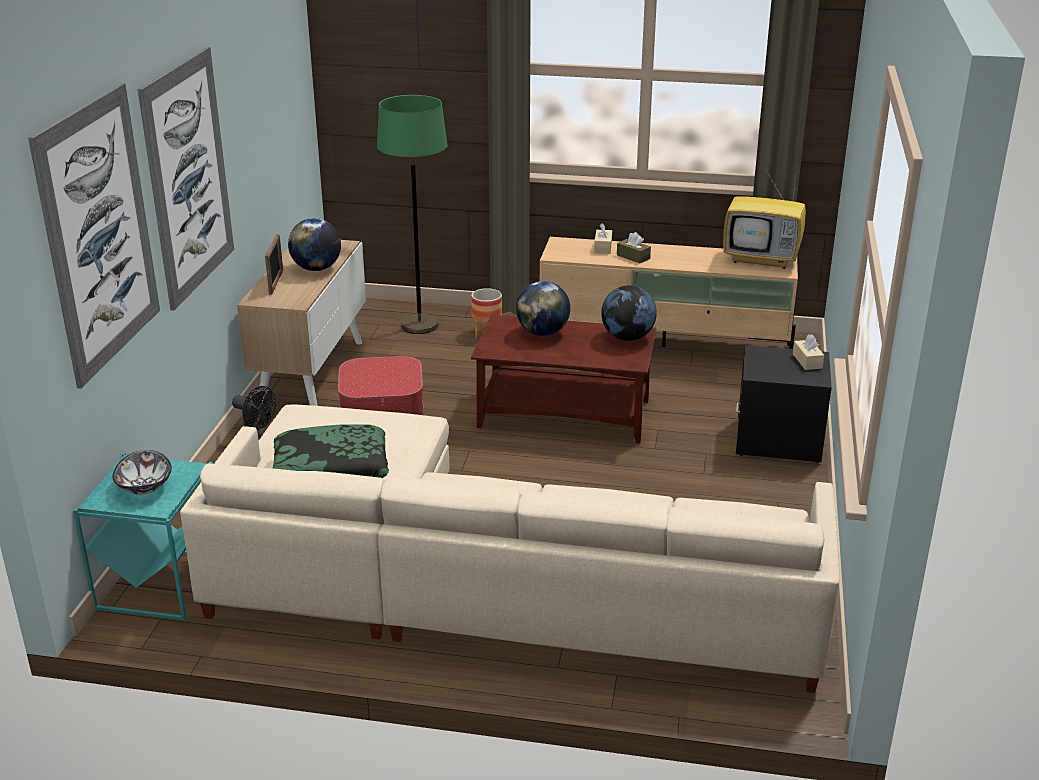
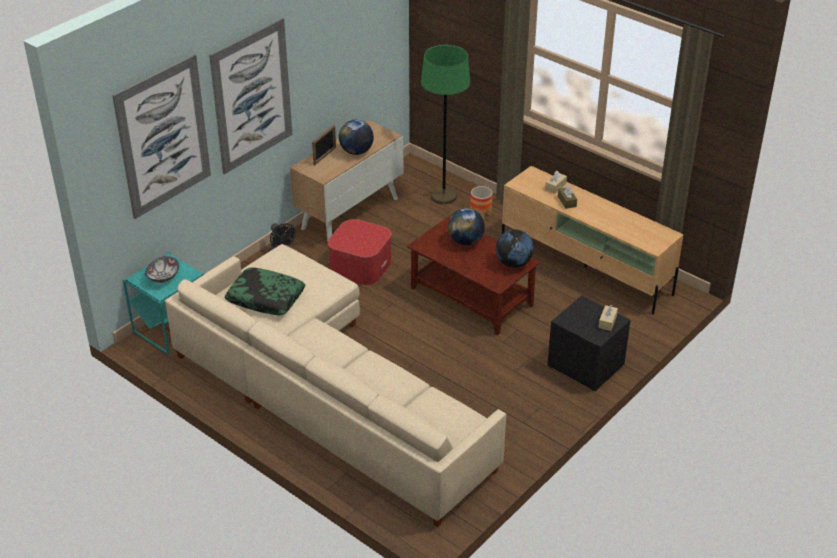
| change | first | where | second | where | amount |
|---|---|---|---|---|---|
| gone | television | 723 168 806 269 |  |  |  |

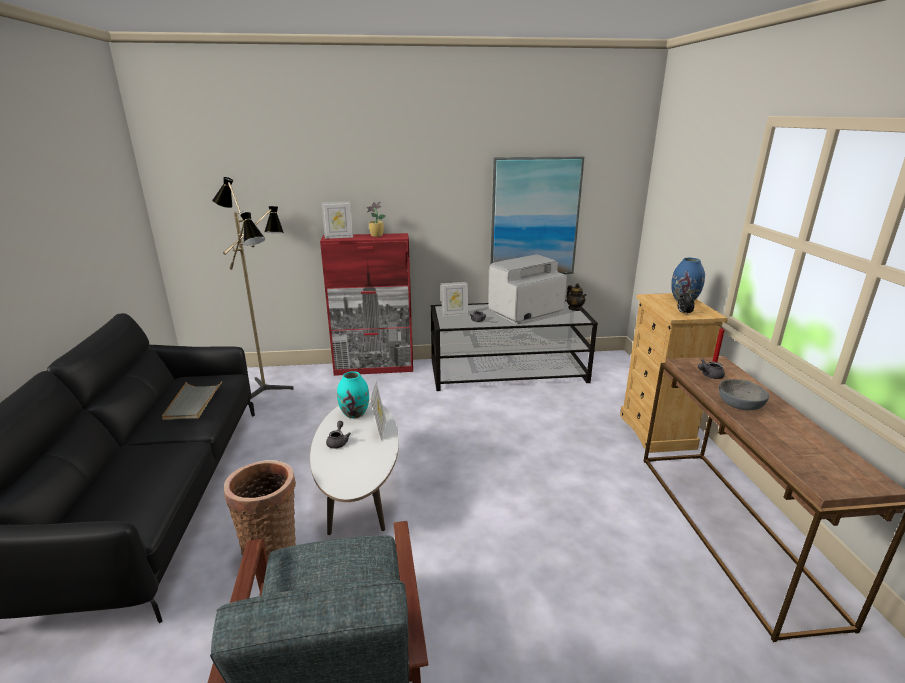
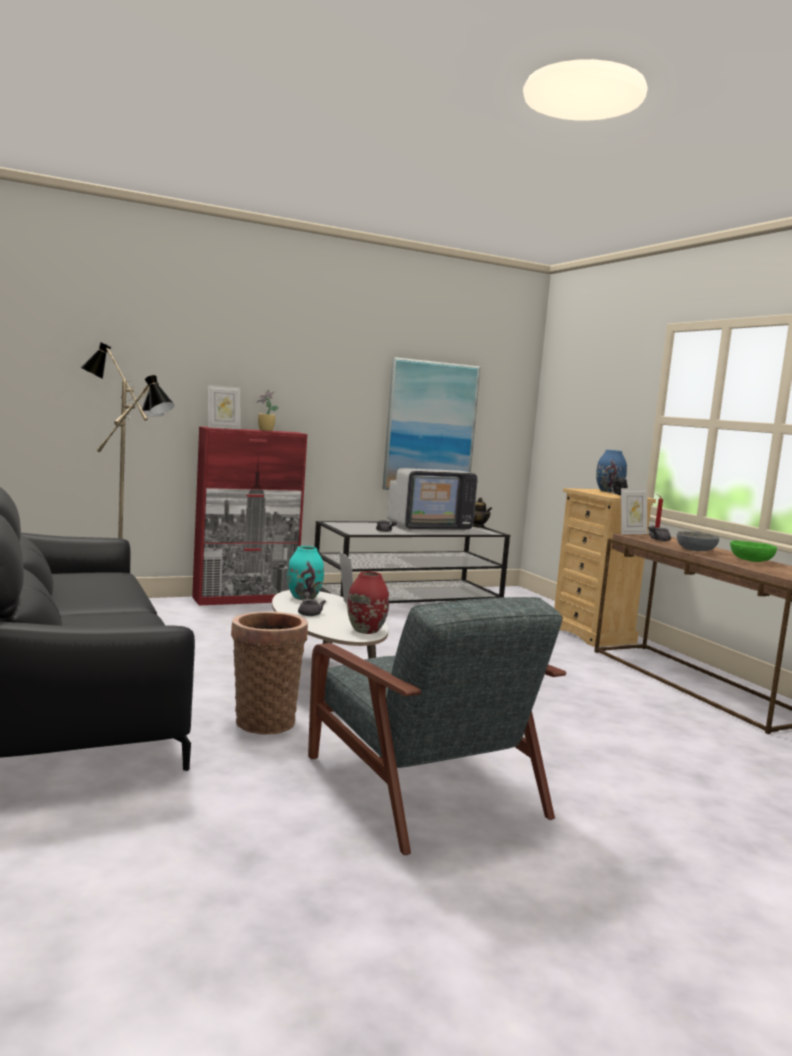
| change | first | where | second | where | amount |
|---|---|---|---|---|---|
| rotated | television | 488 255 567 324 |  | 387 468 478 532 | 150 degrees counterclockwise |
| shifted | photo frame | 441 282 468 317 |  | 621 488 647 535 |  |
| gone | carrying tray/grey | 162 381 222 420 |  |  |  |
| new |  |  | deep dish/greenish | 730 541 777 562 |  |
| new |  |  | vase/reddish | 347 571 389 634 |  |

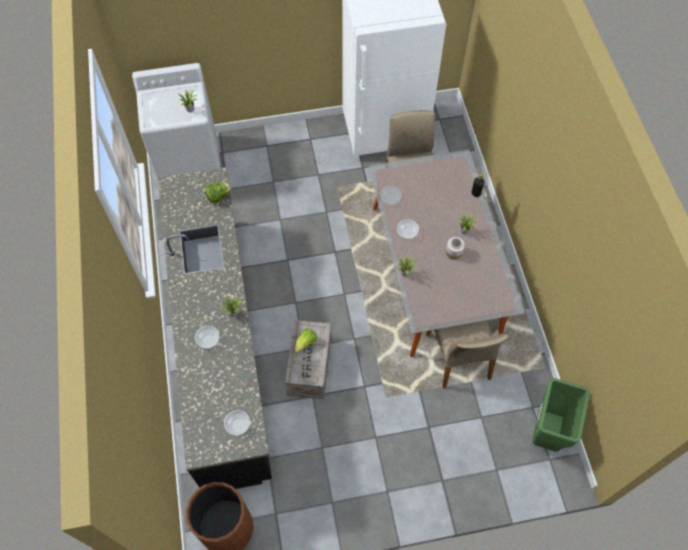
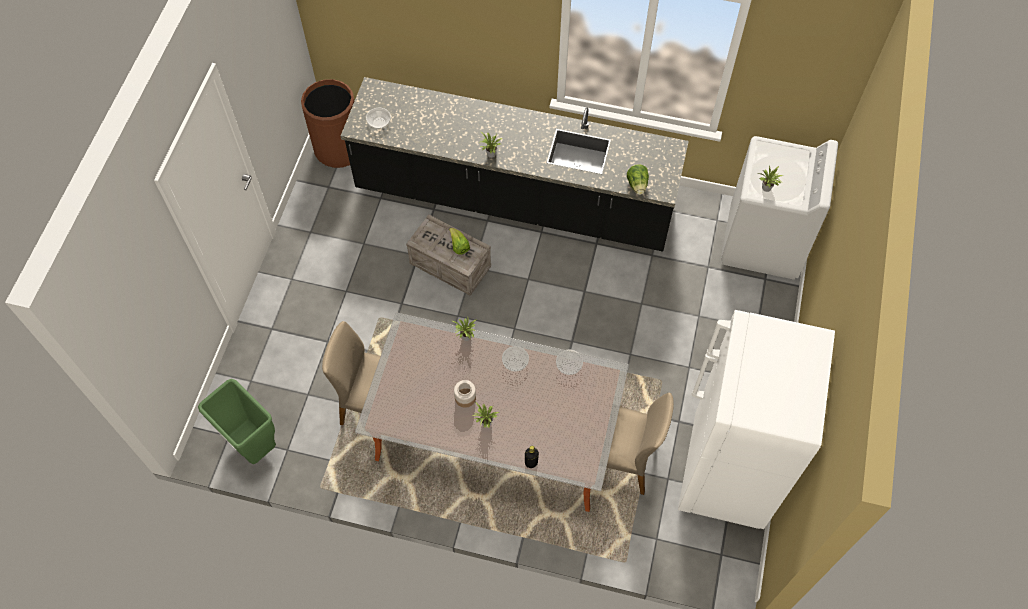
| change | first | where | second | where | amount |
|---|---|---|---|---|---|
| gone | deep dish | 195 326 219 349 |  |  |  |

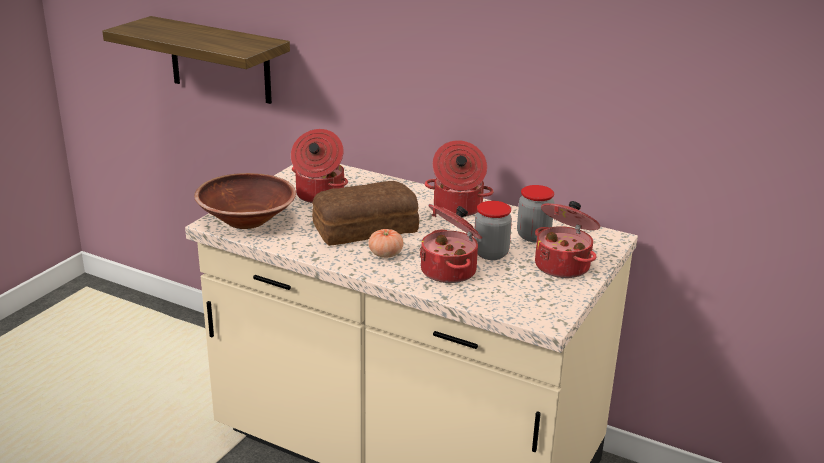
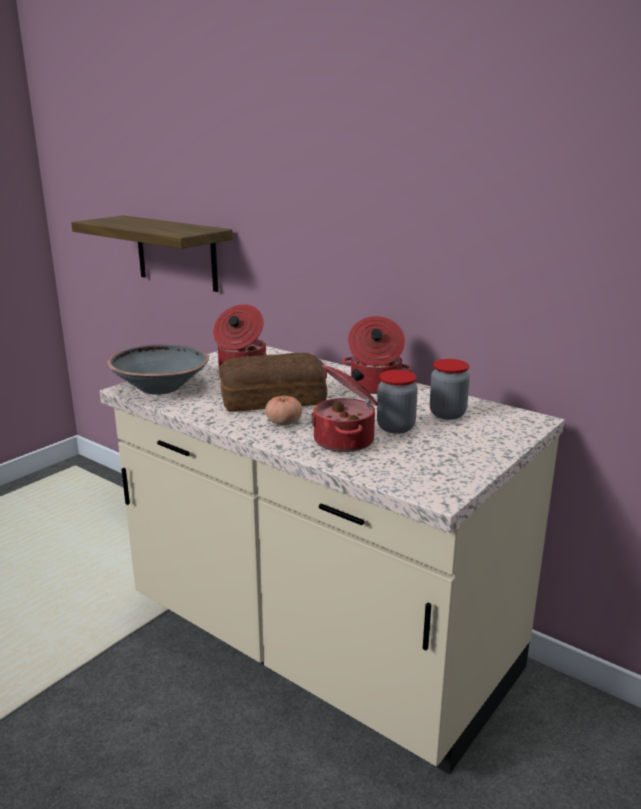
| change | first | where | second | where | amount |
|---|---|---|---|---|---|
| repainted | deep dish/brownish | 194 173 296 229 | deep dish/grey | 107 344 209 395 |  |
| gone | cooking pot | 535 201 600 278 |  |  |  |

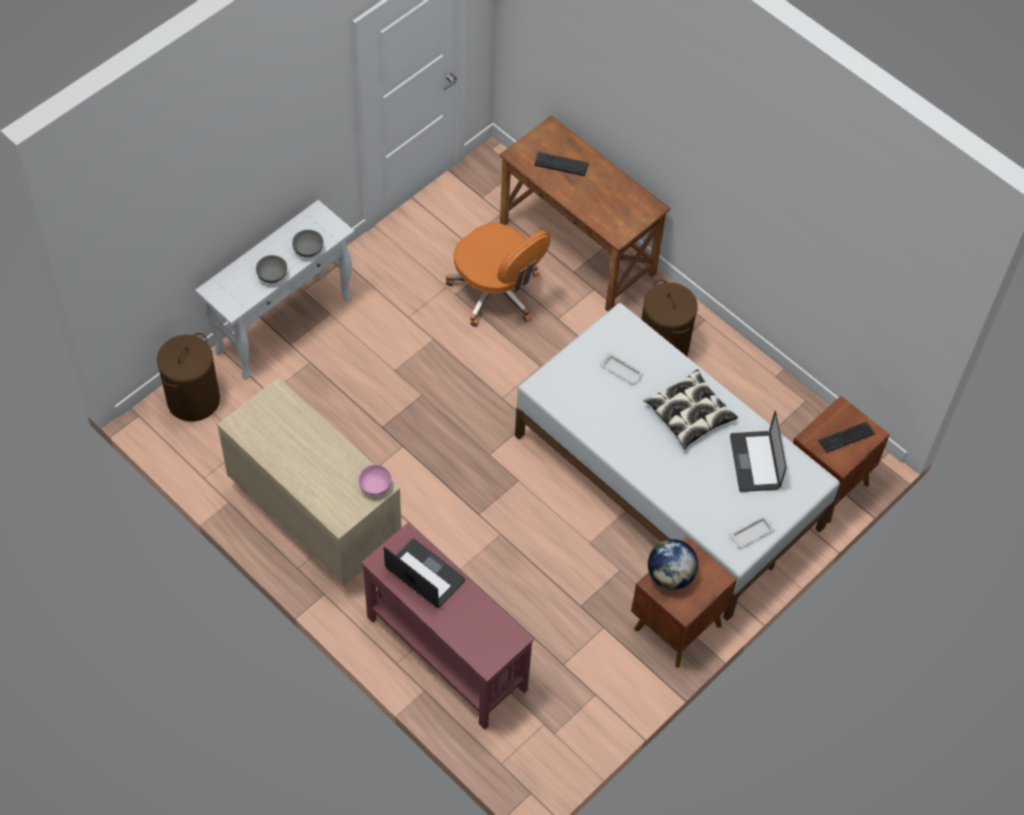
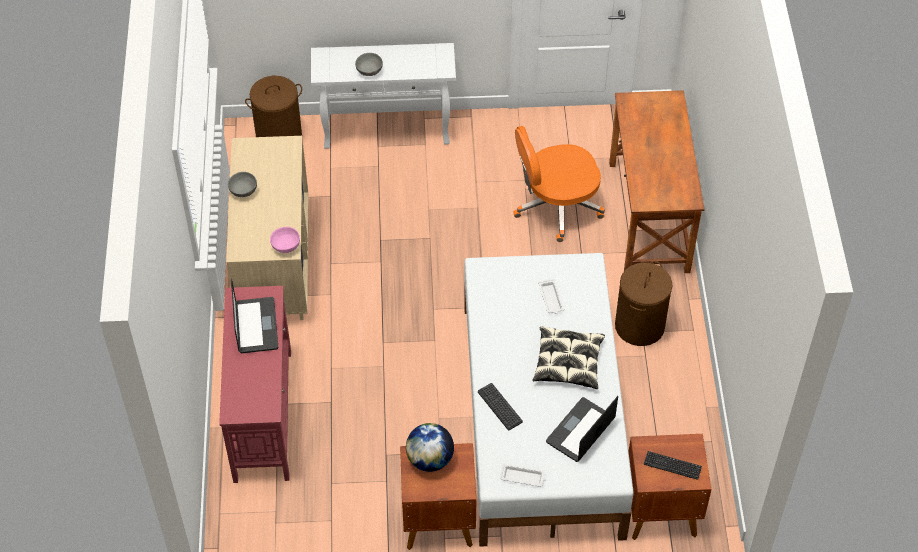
| change | first | where | second | where | amount |
|---|---|---|---|---|---|
| shifted | keyboard | 534 152 589 176 |  | 478 383 523 431 |  |
| rotated | desk chair/orange-coloured | 446 223 551 327 |  | 514 126 605 242 | 75 degrees clockwise |
| shifted | deep dish/grey | 292 230 323 258 |  | 228 172 257 197 |  |

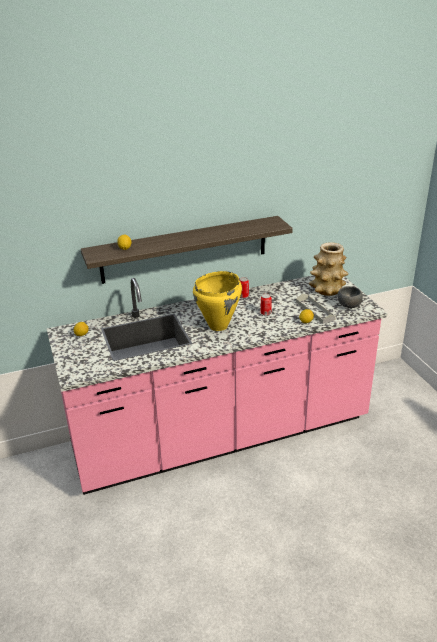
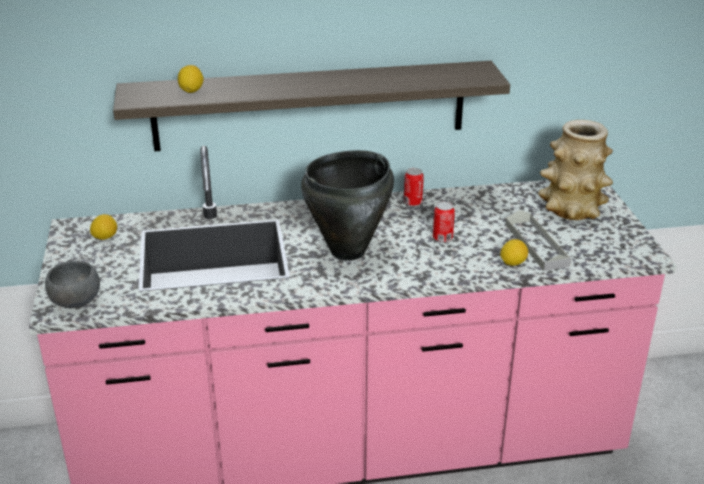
| change | first | where | second | where | amount |
|---|---|---|---|---|---|
| repainted | cooking pot/yellow | 193 271 242 331 | cooking pot/black | 301 150 394 260 |  |
| shifted | deep dish/grey | 337 286 363 308 |  | 45 261 100 308 |  |

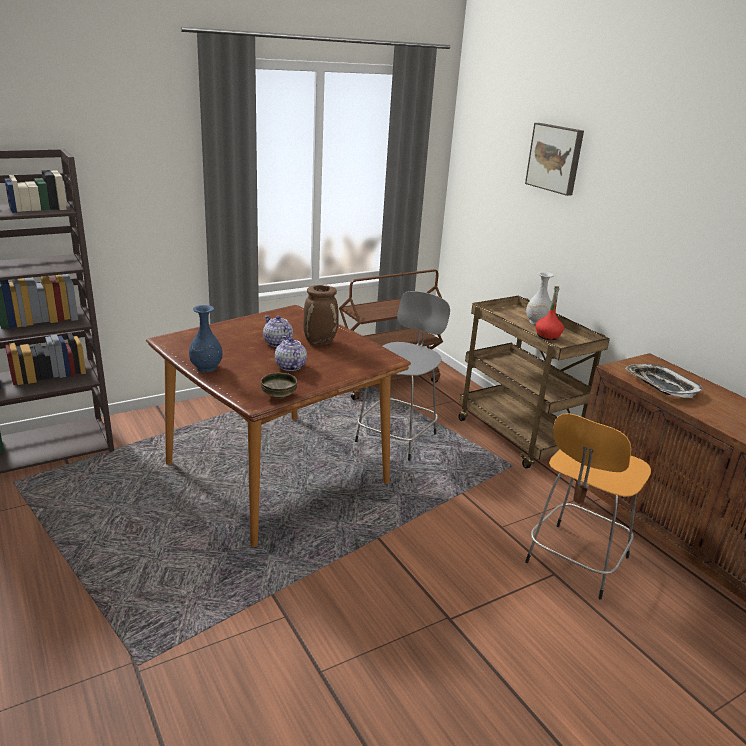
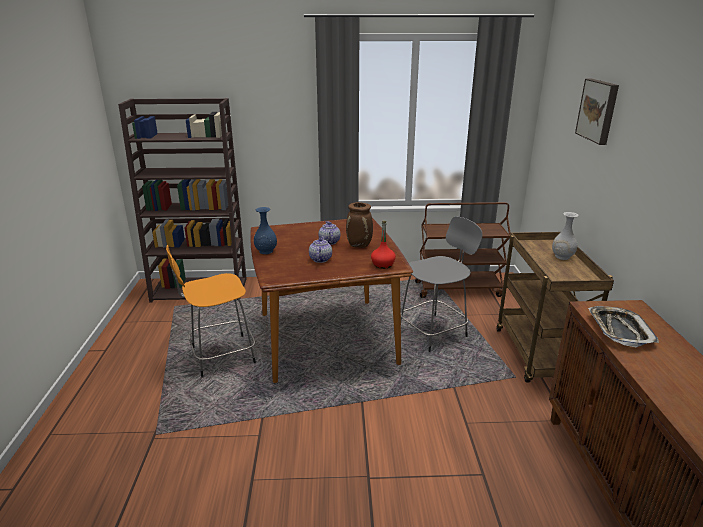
| change | first | where | second | where | amount |
|---|---|---|---|---|---|
| shifted | bottle/reddish | 536 286 564 340 |  | 371 221 396 269 |  |
| gone | deep dish | 261 373 297 399 |  |  |  |
| shifted | stool seat/orange-coloured | 525 413 651 600 |  | 166 245 256 377 |  |

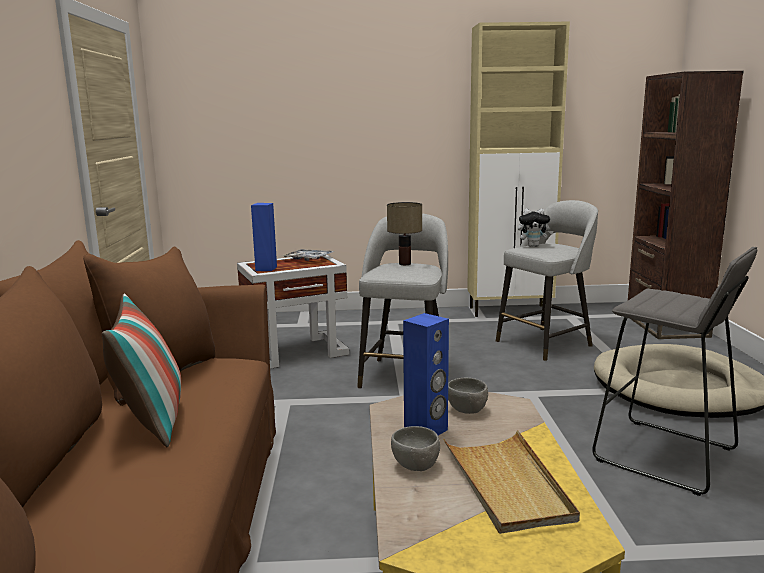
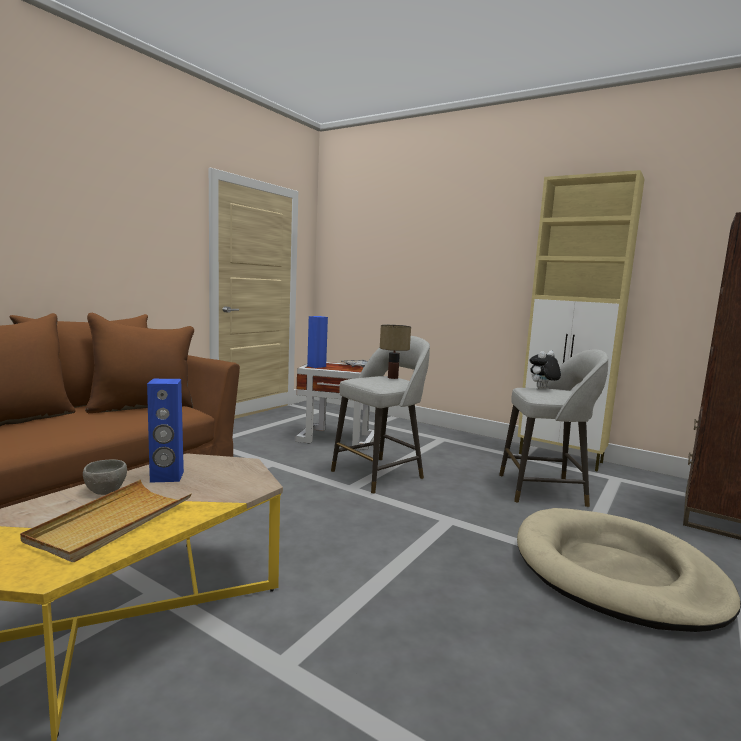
| change | first | where | second | where | amount |
|---|---|---|---|---|---|
| rotated | soft toy | 518 209 553 247 |  | 530 351 561 389 | 105 degrees clockwise |
| gone | stool seat/grey | 592 247 757 496 |  |  |  |
| gone | pillow | 102 294 181 448 |  |  |  |
| gone | deep dish/grey | 448 378 488 414 |  |  |  |

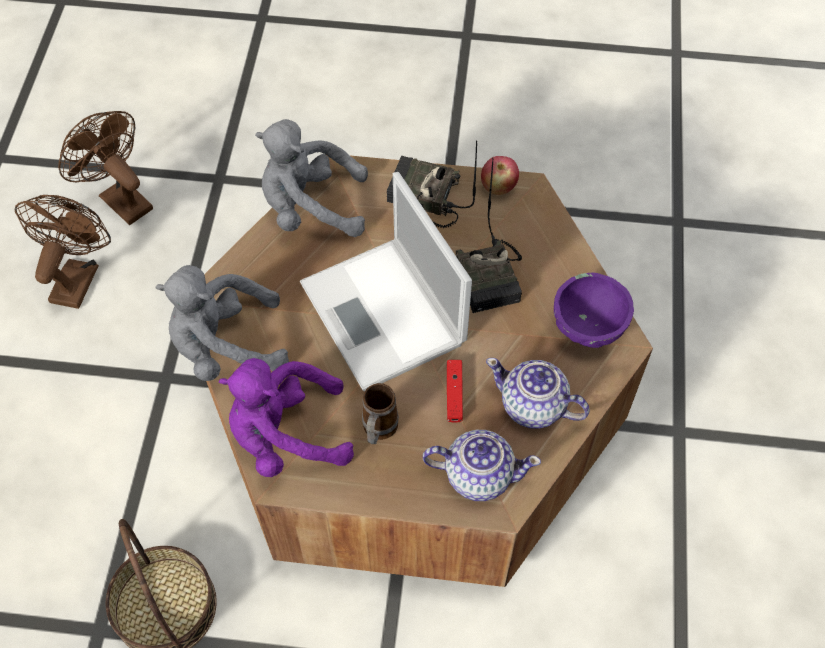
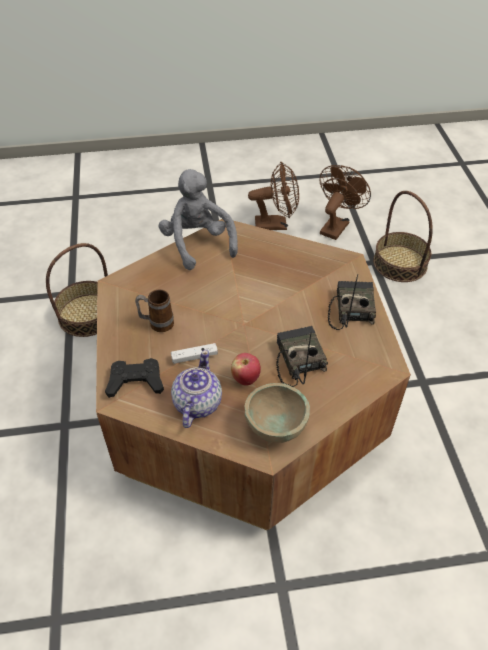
| change | first | where | second | where | amount |
|---|---|---|---|---|---|
| gone | soft toy/grey | 255 119 368 237 |  |  |  |
| shifted | whole apple | 481 156 519 195 |  | 231 353 261 385 |  |
| rotated | radio | 456 158 522 313 |  | 276 326 328 387 | 105 degrees clockwise |
| gone | portable computer | 300 172 472 391 |  |  |  |
| repainted | deep dish/purplish | 554 273 634 348 | deep dish/beige | 244 383 310 443 |  |
| gone | soft toy/purplish | 219 358 354 477 |  |  |  |
| repainted | game controller/reddish | 447 360 463 422 | game controller/white-coloured | 171 343 218 364 |  |
| swapped | pot for tea | 423 430 541 501 | game controller/black | 105 358 164 398 |  |
| new |  |  | storage basket | 373 191 433 282 |  |

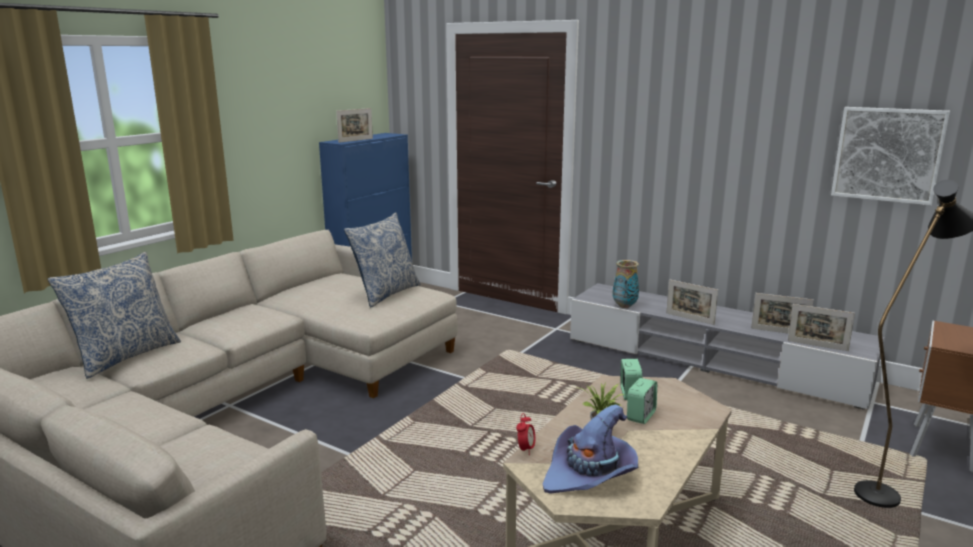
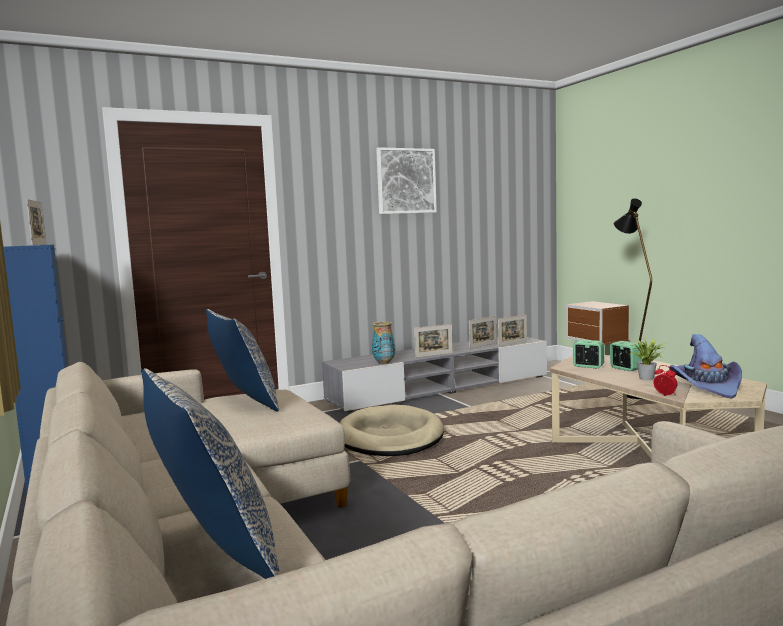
| change | first | where | second | where | amount |
|---|---|---|---|---|---|
| shifted | wall art | 831 107 950 205 |  | 376 147 437 214 |  |
| new |  |  | dog bed/beige | 340 405 444 456 |  |

